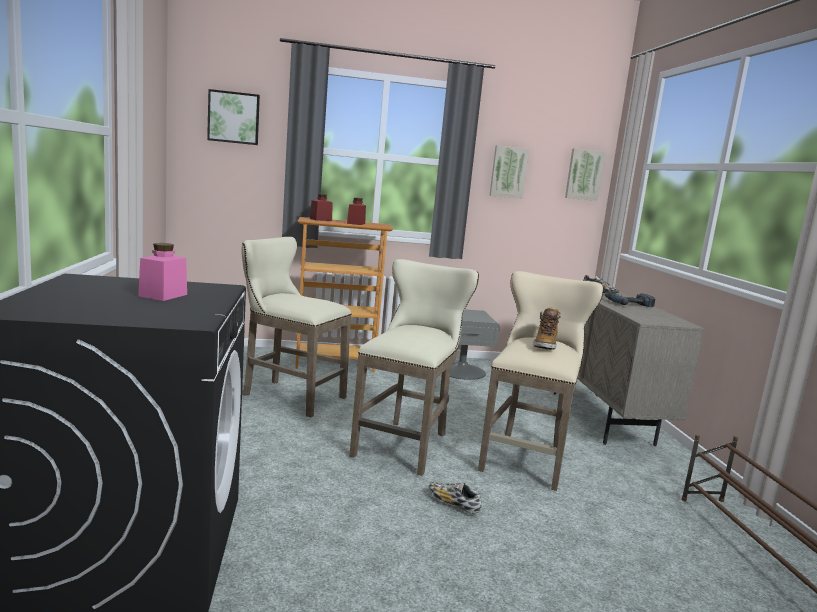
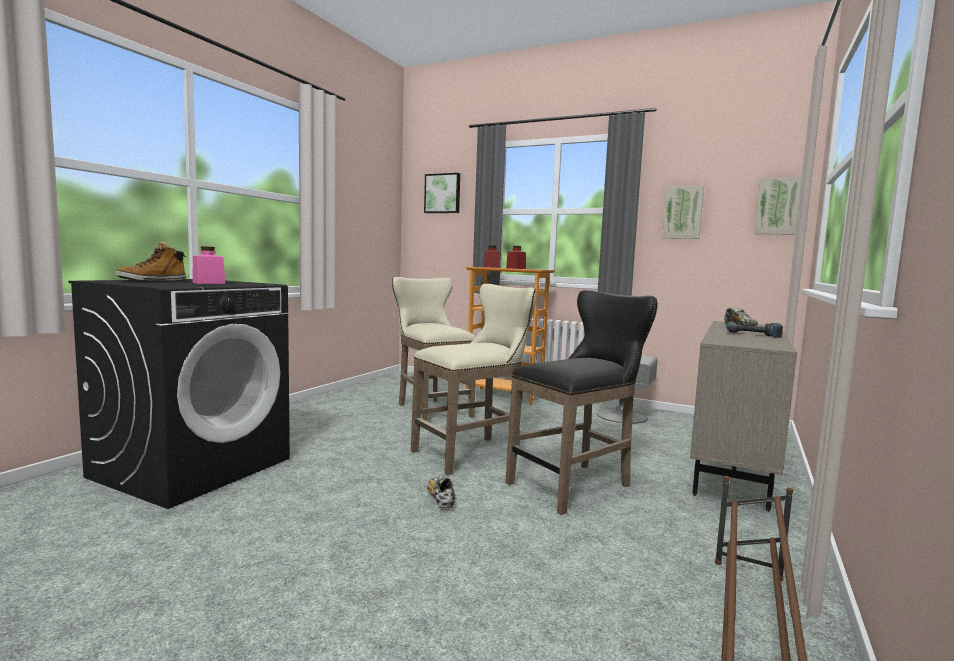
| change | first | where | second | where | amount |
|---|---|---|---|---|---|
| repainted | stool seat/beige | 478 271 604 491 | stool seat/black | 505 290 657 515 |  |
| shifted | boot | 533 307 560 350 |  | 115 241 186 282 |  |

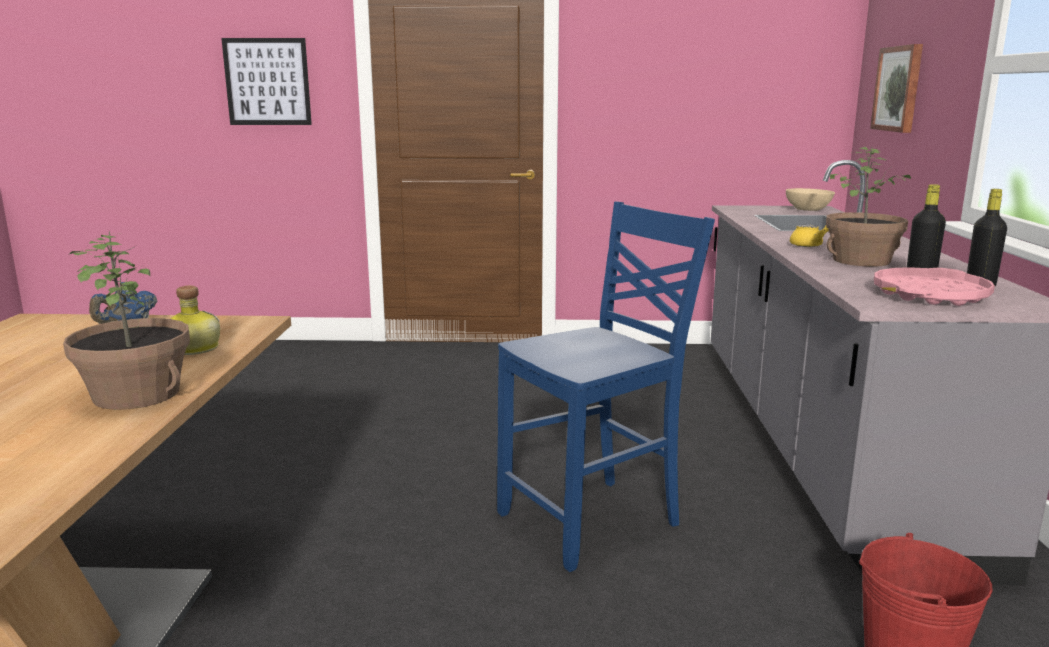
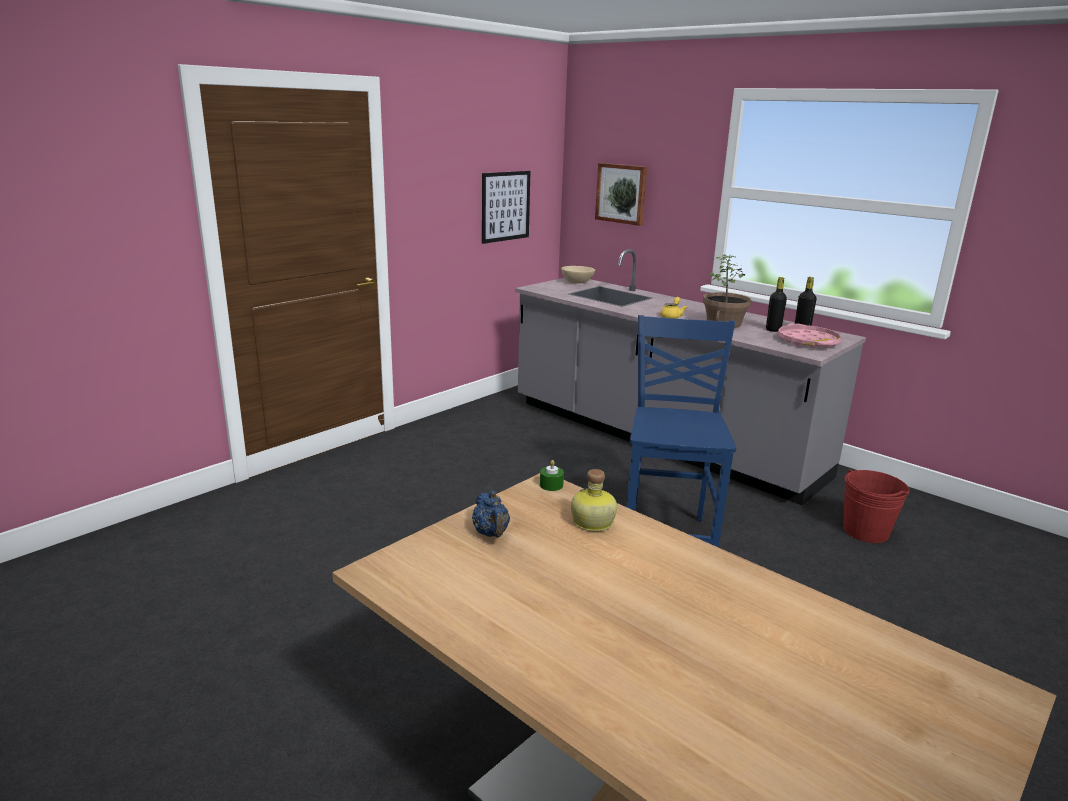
| change | first | where | second | where | amount |
|---|---|---|---|---|---|
| shifted | wall art | 221 38 312 125 |  | 482 171 531 244 |  |
| gone | houseplant | 63 231 190 410 |  |  |  |
| new |  |  | wax light/greenish | 540 460 564 491 |  |

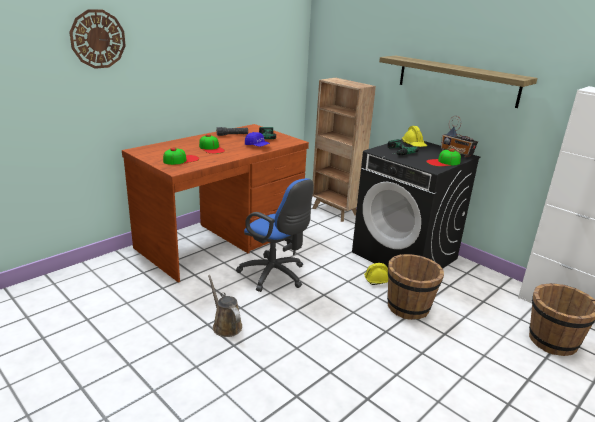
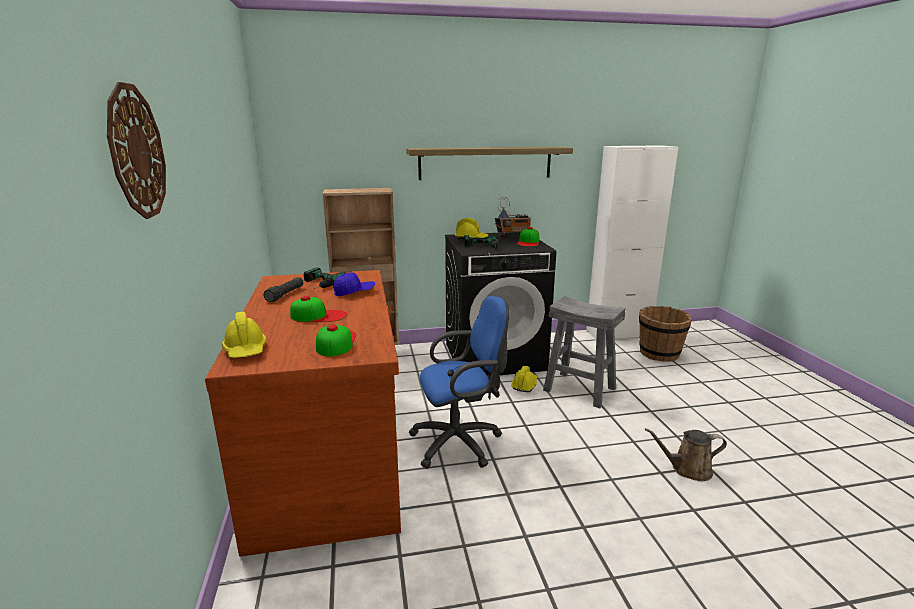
| change | first | where | second | where | amount |
|---|---|---|---|---|---|
| swapped | pail/brownish | 387 254 444 320 | stool seat/grey | 543 296 625 408 |  |
| shifted | sprinkling can/brownish | 208 275 242 337 |  | 645 428 727 481 |  |
| new |  |  | safety helmet/yellow | 222 312 266 358 |  |

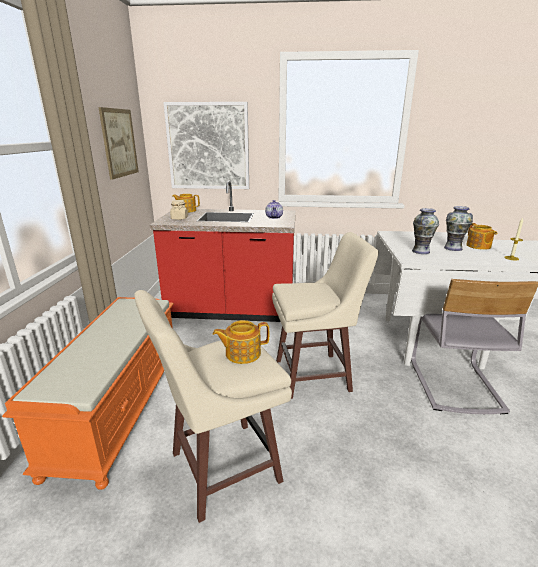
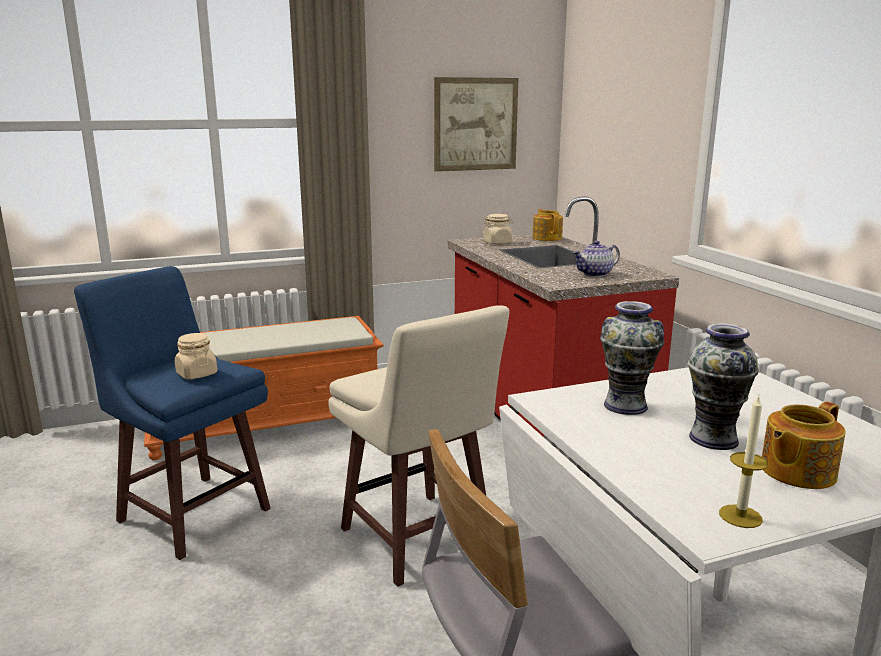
| change | first | where | second | where | amount |
|---|---|---|---|---|---|
| gone | wall art | 163 102 249 189 |  |  |  |
| repainted | stool seat/beige | 134 290 292 523 | stool seat/blue-coloured | 74 266 271 560 |  |
| swapped | pot for tea | 213 320 269 364 | storage jar/beige | 175 333 217 380 |  |

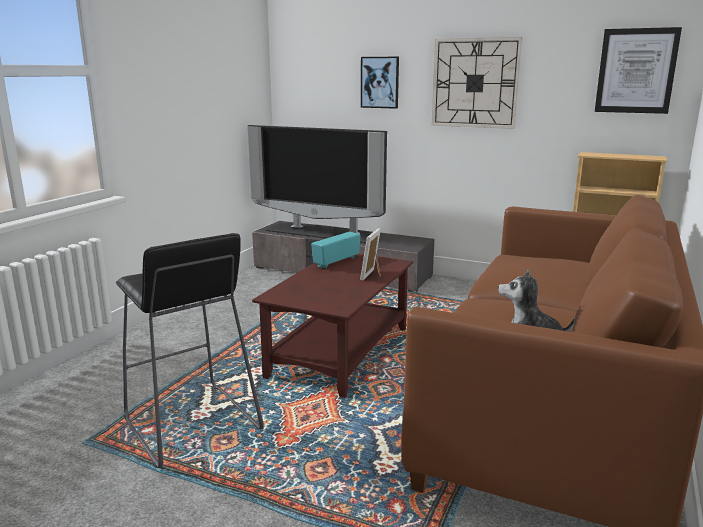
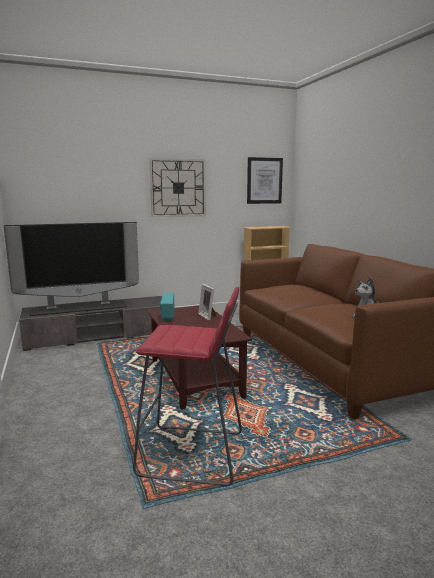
| change | first | where | second | where | amount |
|---|---|---|---|---|---|
| gone | wall art | 361 57 399 109 |  |  |  |
| repainted | stool seat/black | 116 233 264 468 | stool seat/reddish | 133 287 242 487 |  |

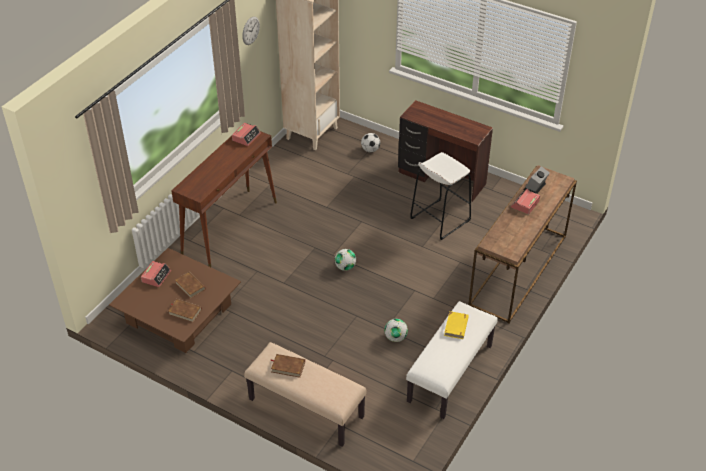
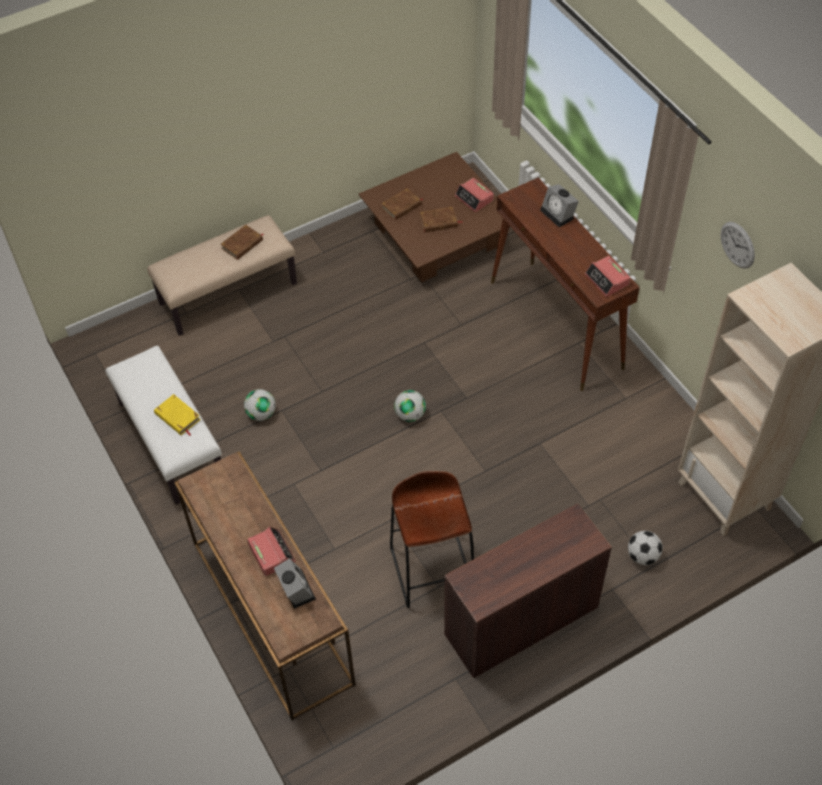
| change | first | where | second | where | amount |
|---|---|---|---|---|---|
| repainted | stool seat/white-coloured | 410 152 471 240 | stool seat/brownish | 390 471 474 608 |  |
| new |  |  | table clock | 540 184 579 228 |  |

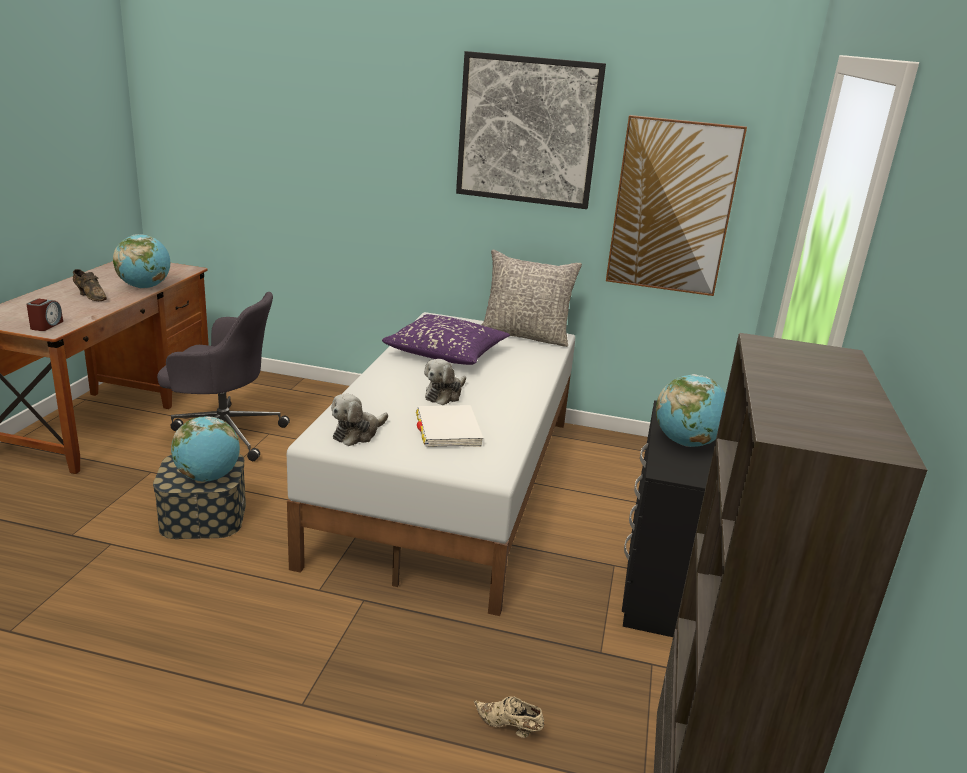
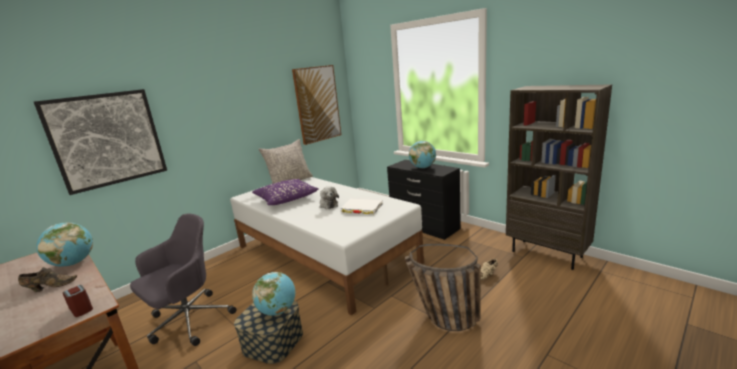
| change | first | where | second | where | amount |
|---|---|---|---|---|---|
| shifted | wall art | 456 51 606 209 |  | 34 89 167 195 |  |
| gone | soft toy | 331 394 388 446 |  |  |  |
| new |  |  | storage basket | 405 244 481 331 |  |

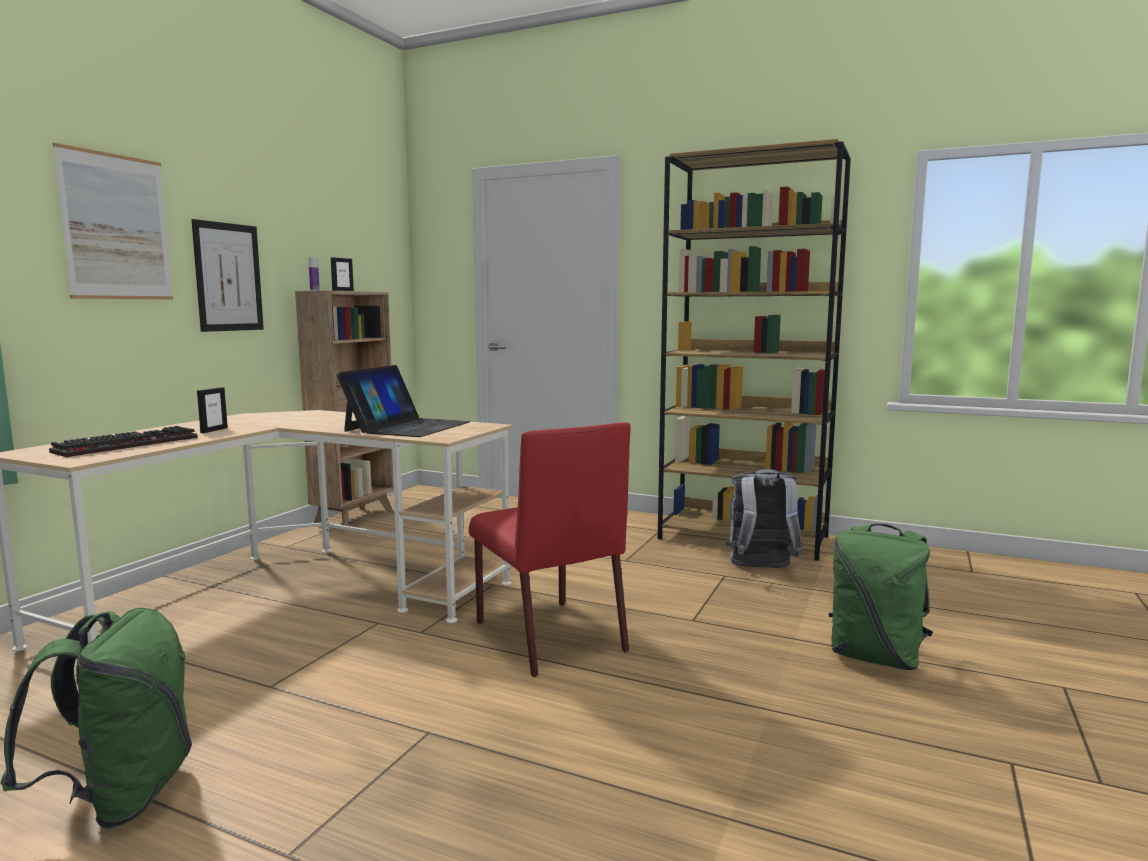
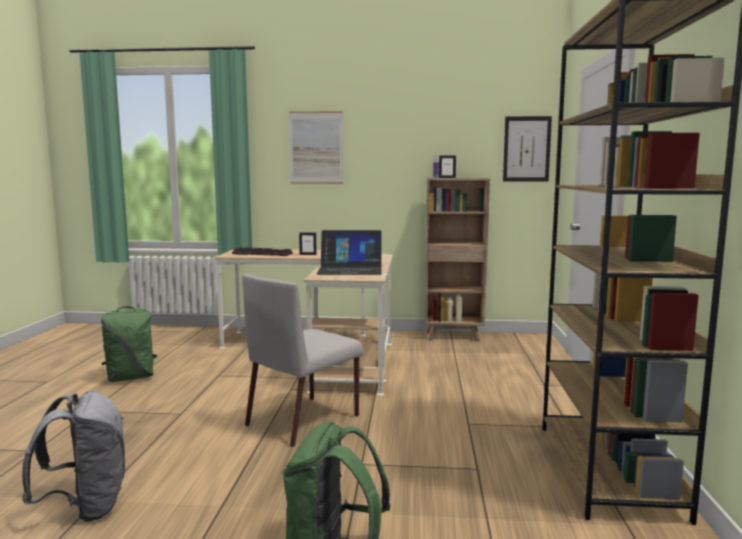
| change | first | where | second | where | amount |
|---|---|---|---|---|---|
| shifted | wall art | 191 219 264 332 |  | 503 116 552 181 |  |
| repainted | upright chair/reddish | 469 422 630 677 | upright chair/grey | 242 274 364 447 |  |
| shifted | knapsack/grey | 726 469 804 568 |  | 22 391 125 522 |  |

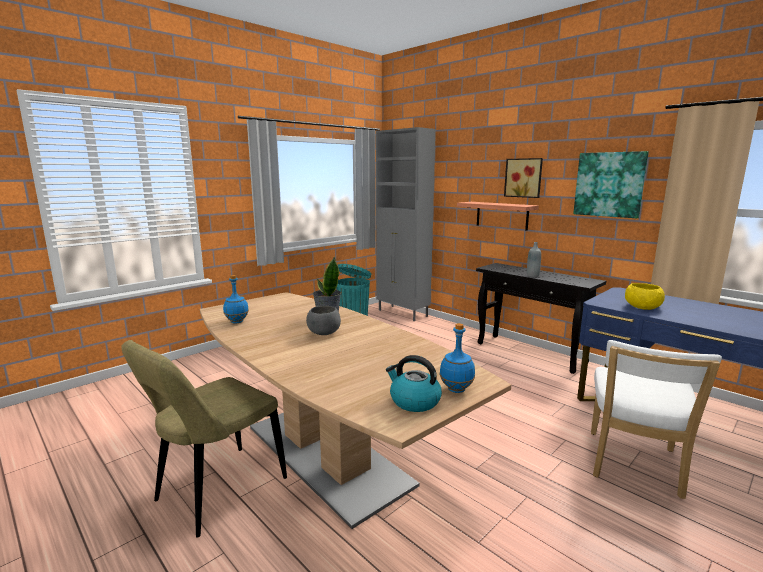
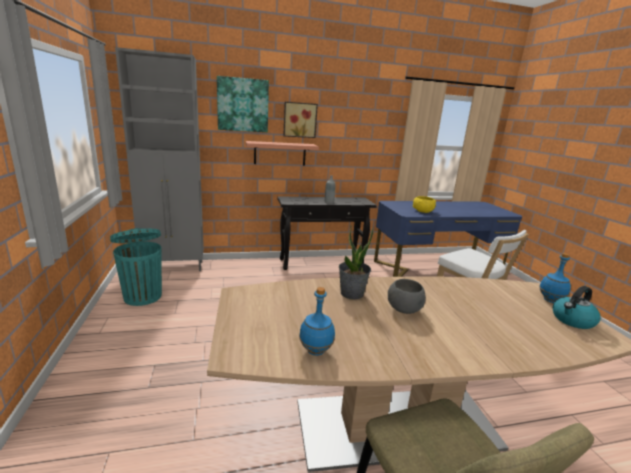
| change | first | where | second | where | amount |
|---|---|---|---|---|---|
| shifted | wall art | 573 151 649 218 |  | 217 76 269 132 |  |

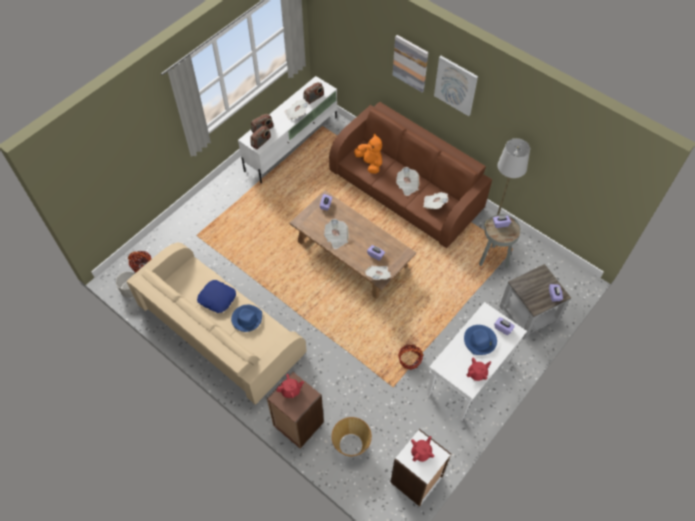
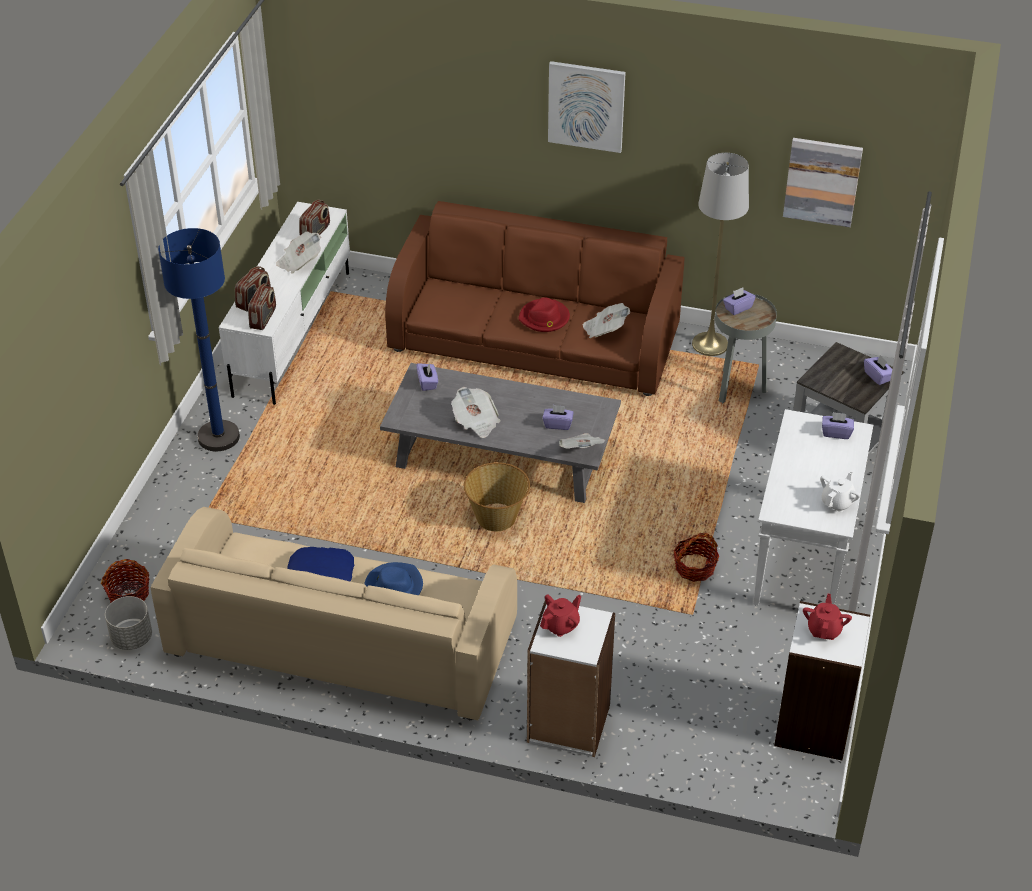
| change | first | where | second | where | amount |
|---|---|---|---|---|---|
| shifted | wall art | 393 35 429 92 |  | 783 138 863 227 |  |
| gone | soft toy/orange-coloured | 354 134 382 174 |  |  |  |
| swapped | printed paper | 396 167 419 196 | hat/reddish | 518 298 570 332 |  |
| repainted | low table/brownish | 290 190 416 299 | low table/grey | 380 363 621 503 |  |
| gone | hat/blue-coloured | 464 325 497 355 |  |  |  |
| repainted | pot for tea/reddish | 467 358 491 381 | pot for tea/white-coloured | 820 471 861 512 |  |
| repainted | shelving unit/brownish | 267 371 324 448 | shelving unit/white-coloured | 527 601 615 757 |  |
| shifted | storage basket | 331 417 372 457 |  | 464 462 530 531 |  |
| new |  |  | standard lamp/blue-coloured | 158 228 240 451 |  |

